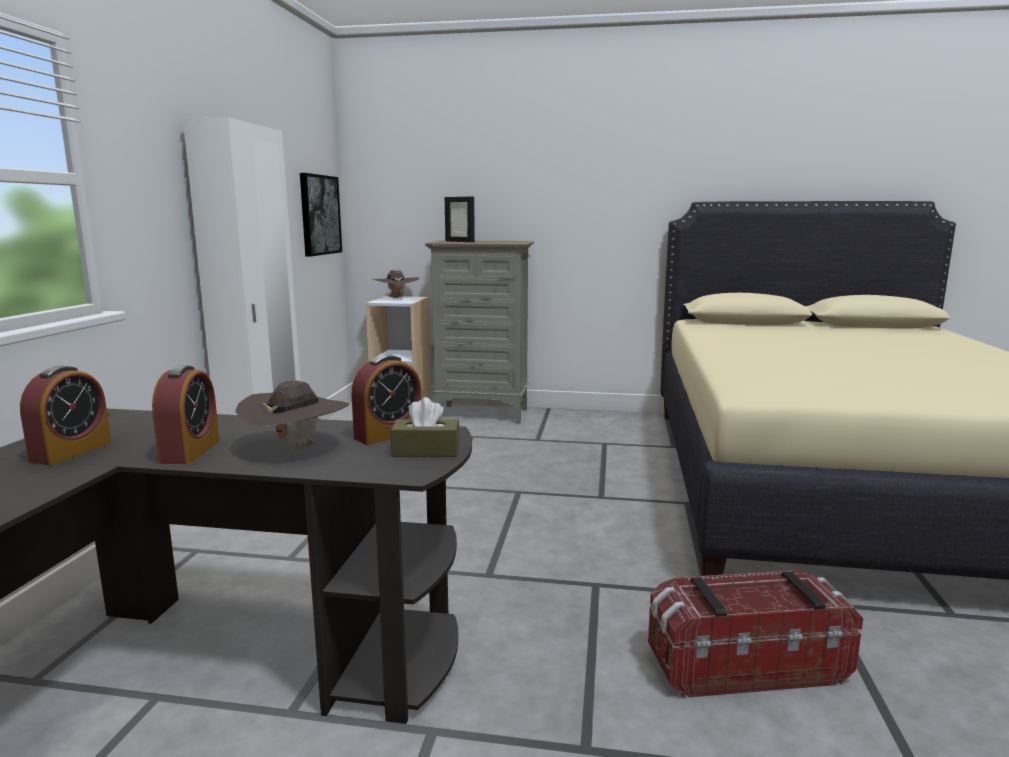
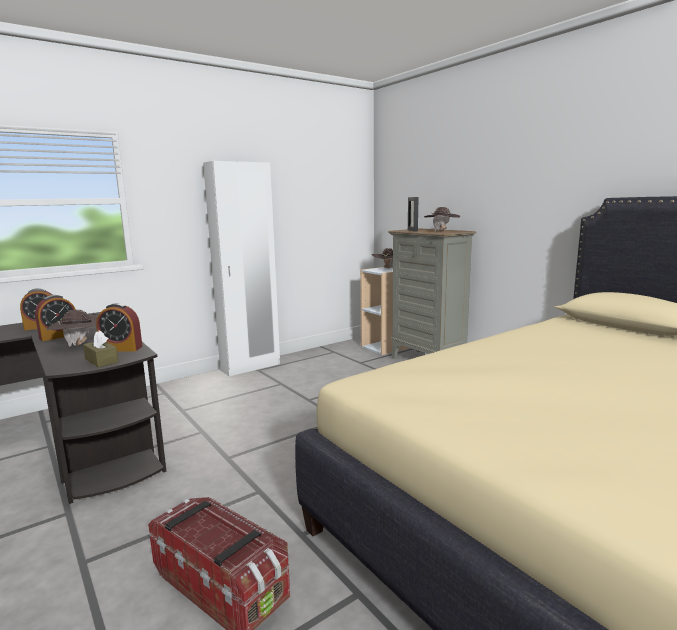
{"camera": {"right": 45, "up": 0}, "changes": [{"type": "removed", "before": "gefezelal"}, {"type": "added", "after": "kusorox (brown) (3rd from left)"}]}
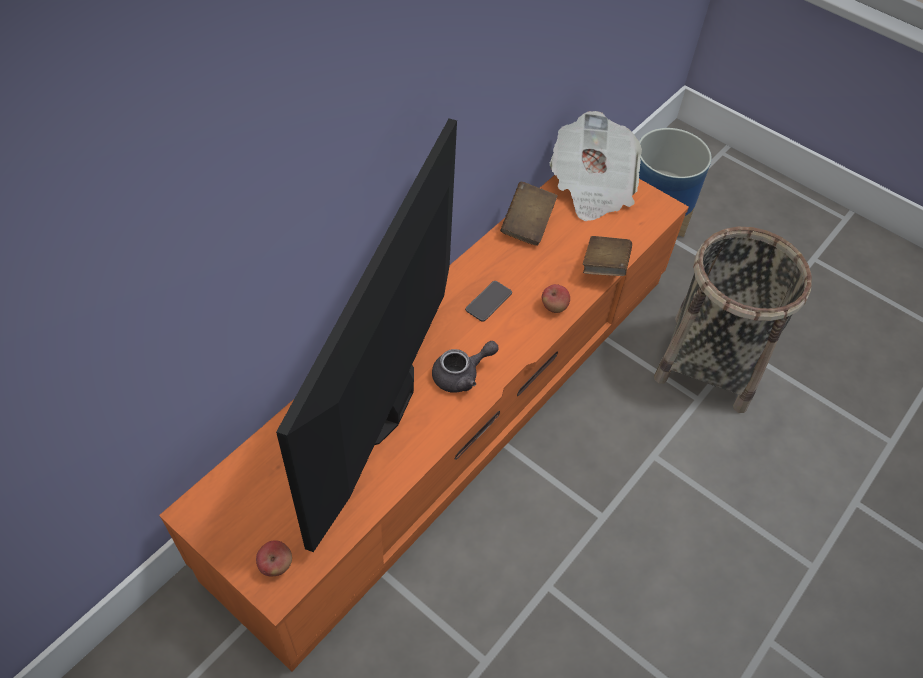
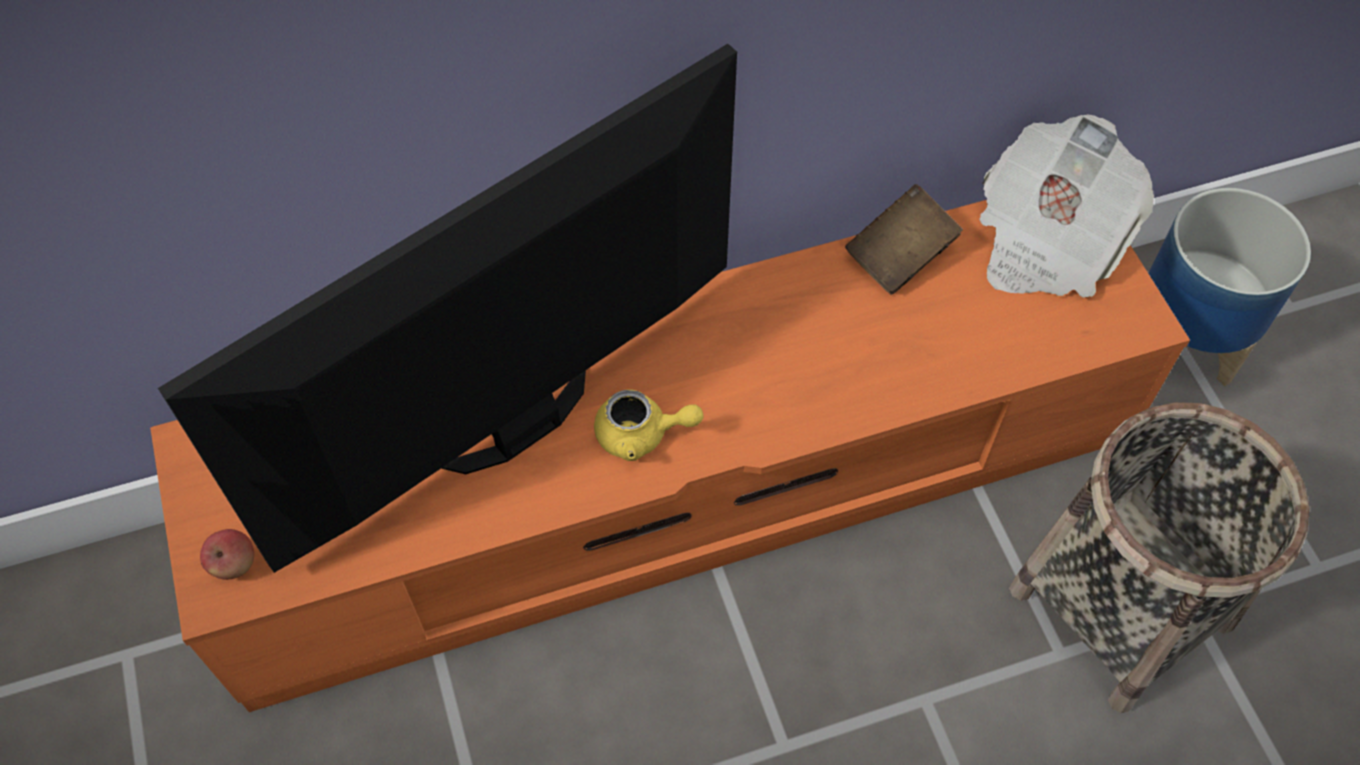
{"camera": {"right": 35, "up": 5}, "changes": [{"type": "recoloured", "before": "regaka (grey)", "after": "regaka (yellow)"}, {"type": "removed", "before": "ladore"}, {"type": "removed", "before": "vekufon (2nd from left)"}, {"type": "removed", "before": "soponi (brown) (2nd from left)"}]}
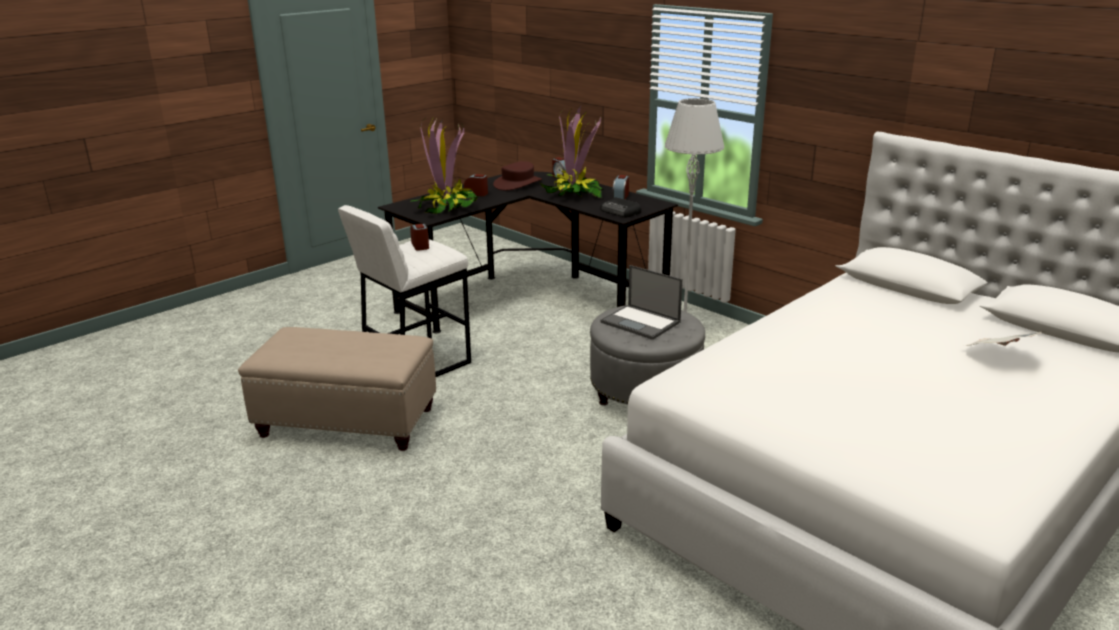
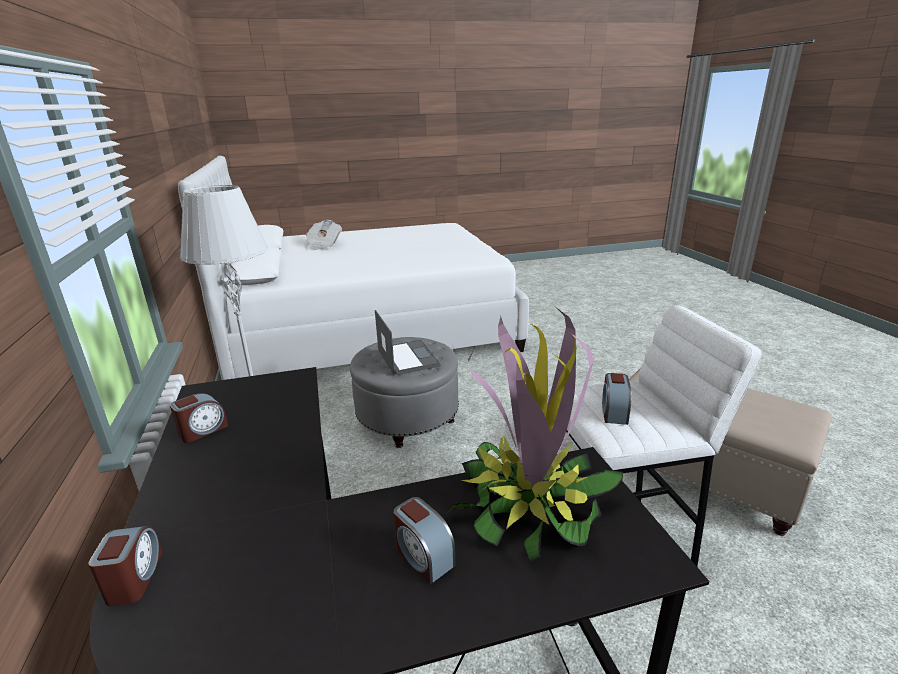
{"camera": {"right": -150, "up": 0}, "changes": [{"type": "removed", "before": "kusorox (brown)"}, {"type": "removed", "before": "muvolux (2nd from left)"}, {"type": "removed", "before": "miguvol"}]}
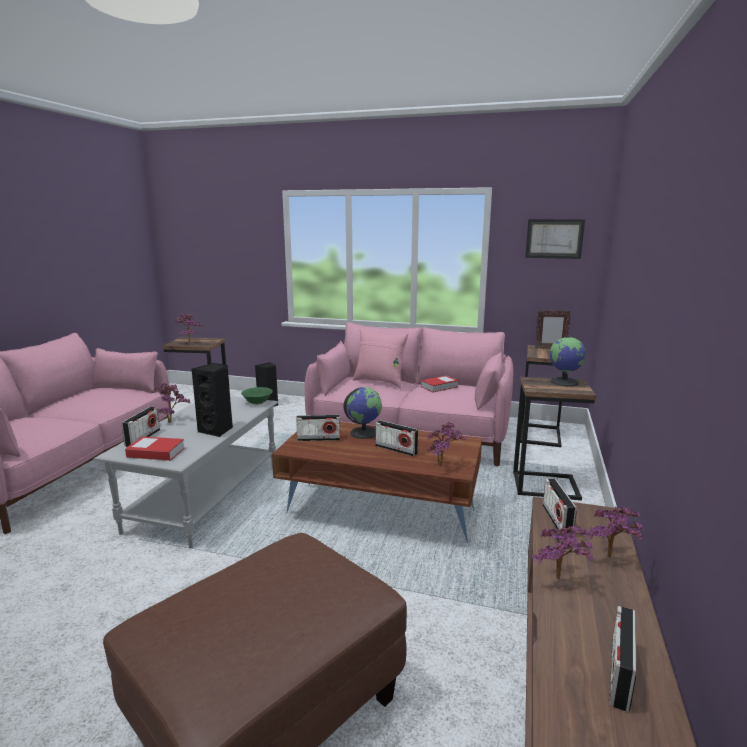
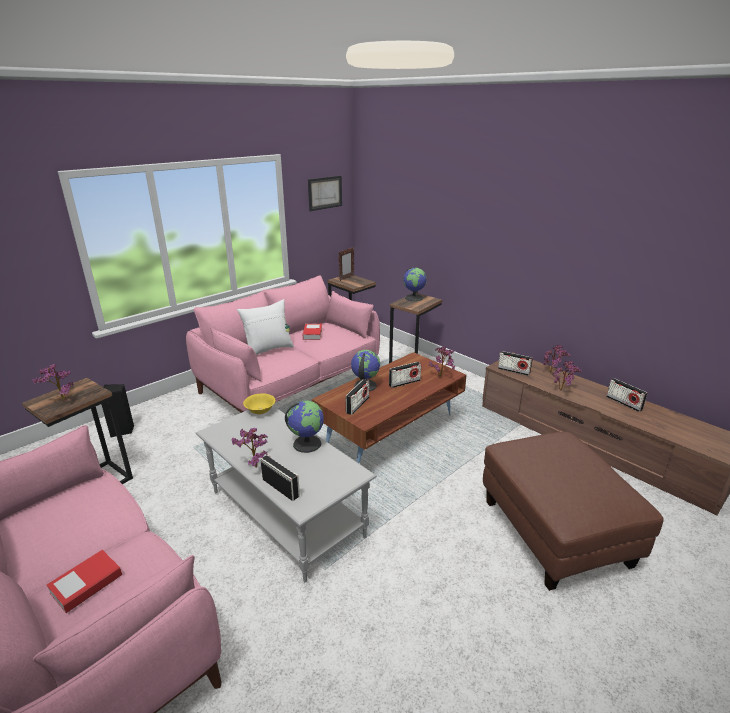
{"camera": {"right": -60, "up": 10}, "changes": [{"type": "moved", "before": "soponi (1st from left)"}, {"type": "replaced", "before": "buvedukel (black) (1st from left)", "after": "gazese (1st from left)"}, {"type": "recoloured", "before": "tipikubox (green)", "after": "tipikubox (yellow)"}, {"type": "recoloured", "before": "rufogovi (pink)", "after": "rufogovi (white)"}]}
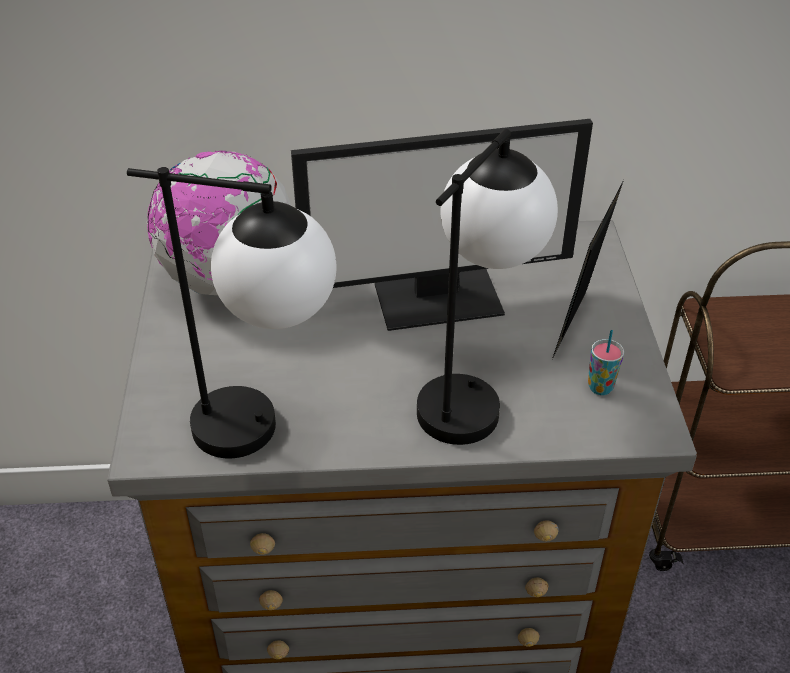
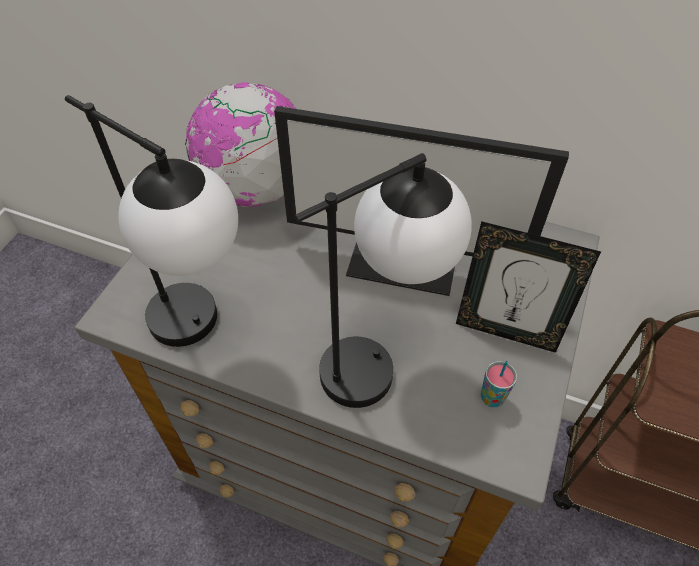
{"camera": {"right": 25, "up": 10}, "changes": [{"type": "turned", "before": "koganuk", "turn": -120}]}
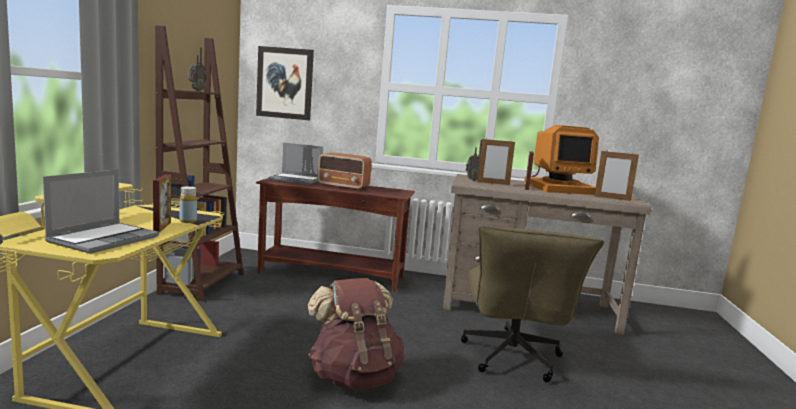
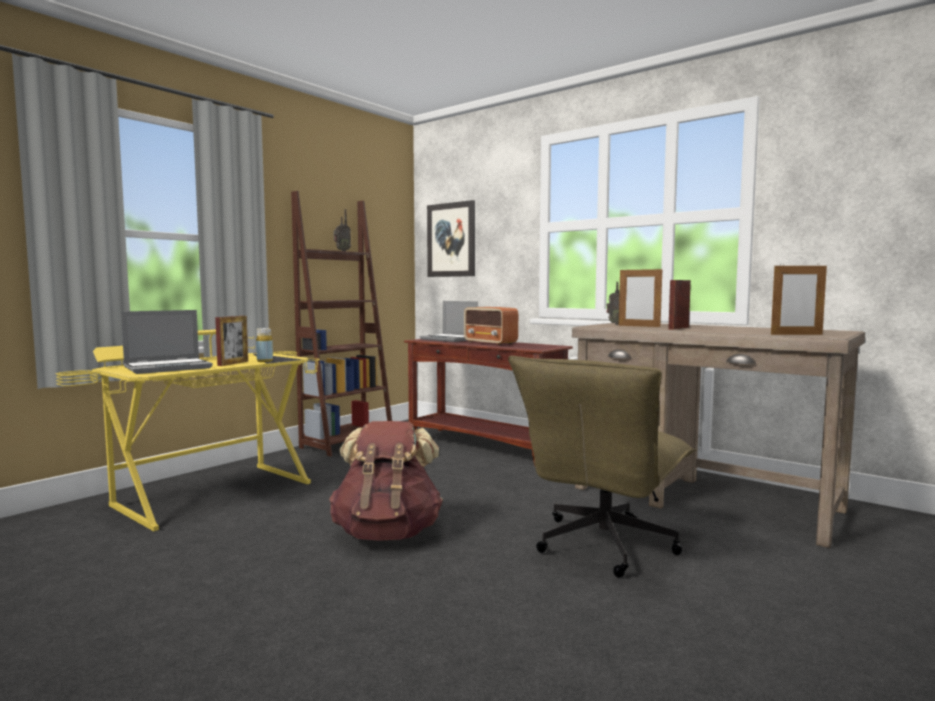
{"camera": {"right": 30, "up": -5}, "changes": [{"type": "removed", "before": "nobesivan"}, {"type": "turned", "before": "koganuk (4th from left)", "turn": -45}]}
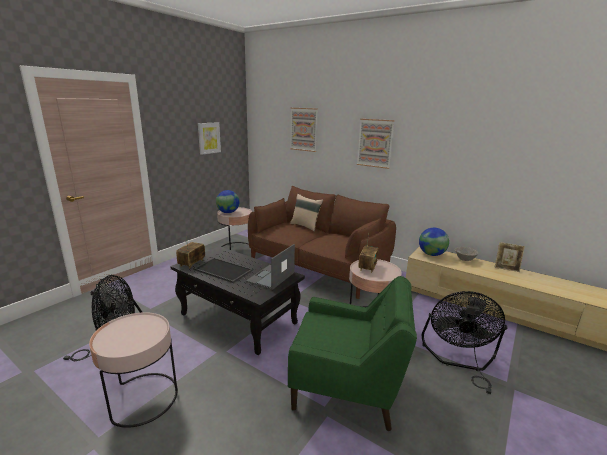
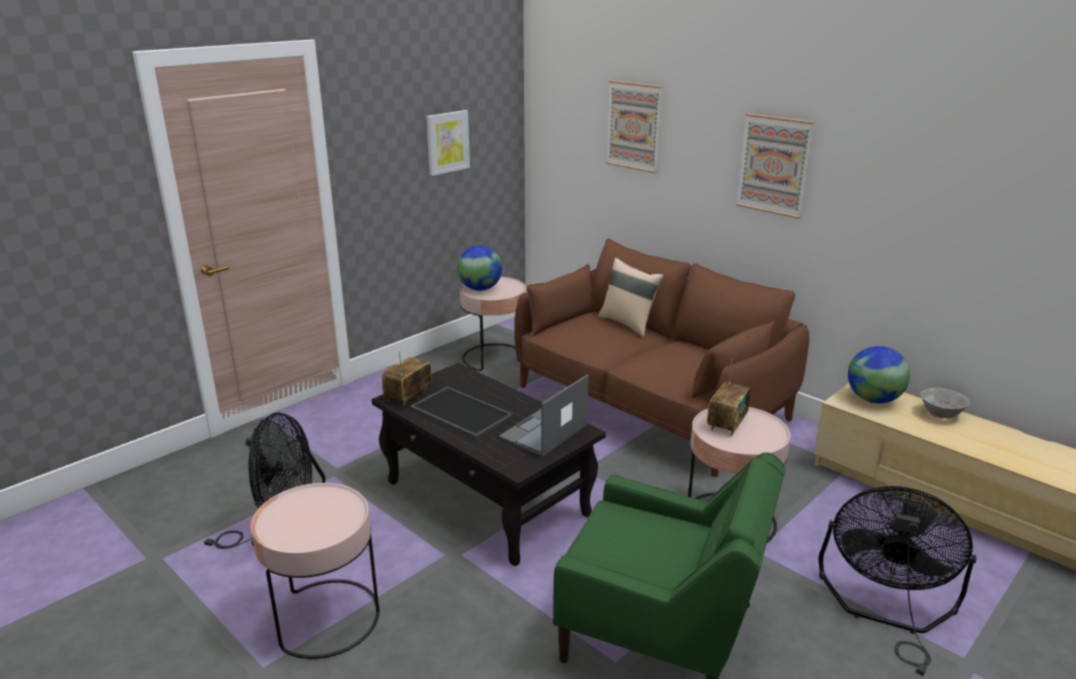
{"camera": {"right": 10, "up": 5}, "changes": [{"type": "removed", "before": "koganuk"}]}
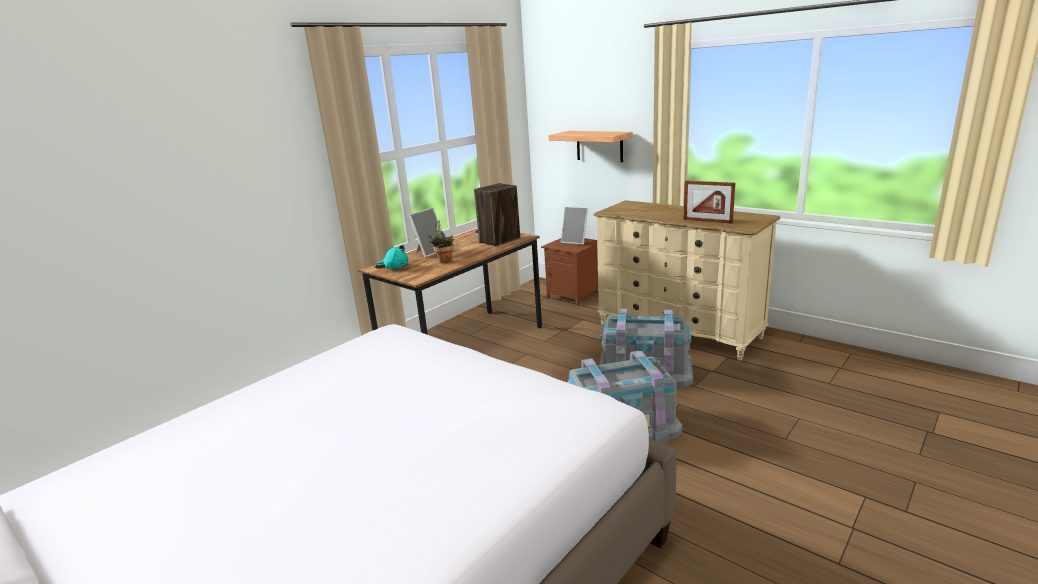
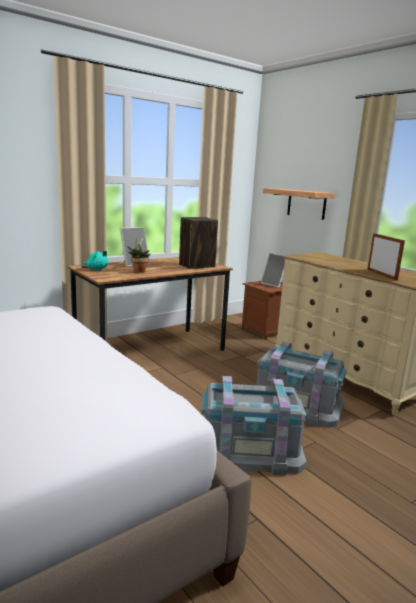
{"camera": {"right": 10, "up": -5}, "changes": [{"type": "turned", "before": "koganuk (3rd from left)", "turn": -150}]}
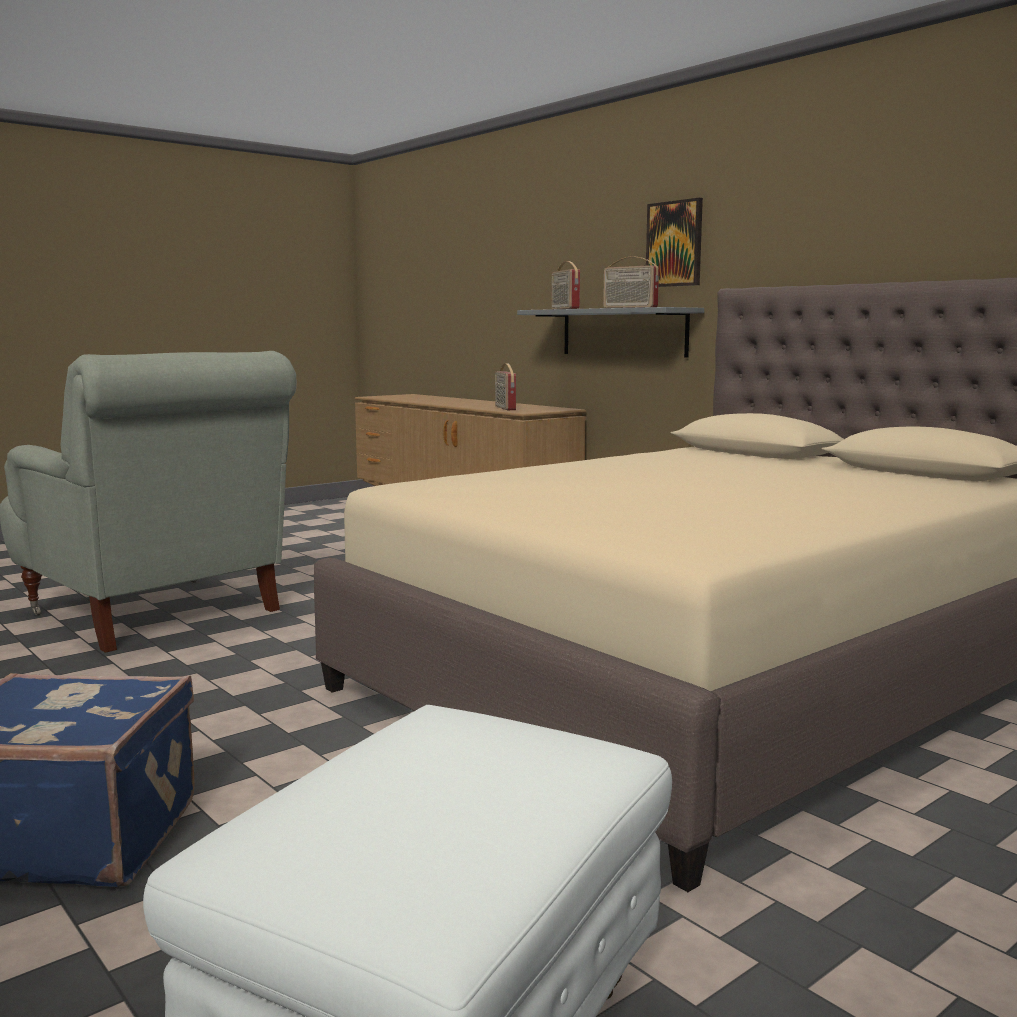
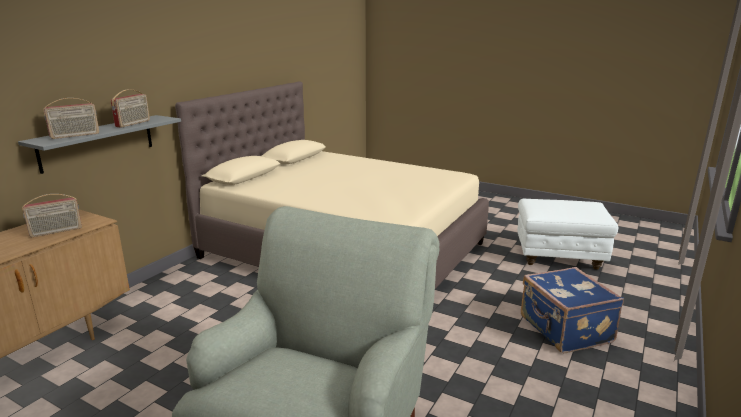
{"camera": {"right": -110, "up": 10}, "changes": [{"type": "removed", "before": "gefezelal"}]}
